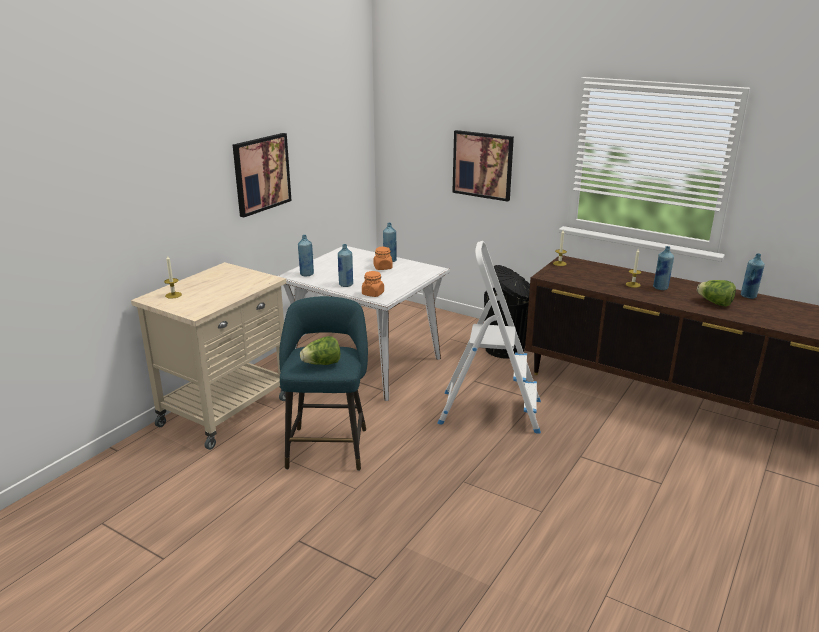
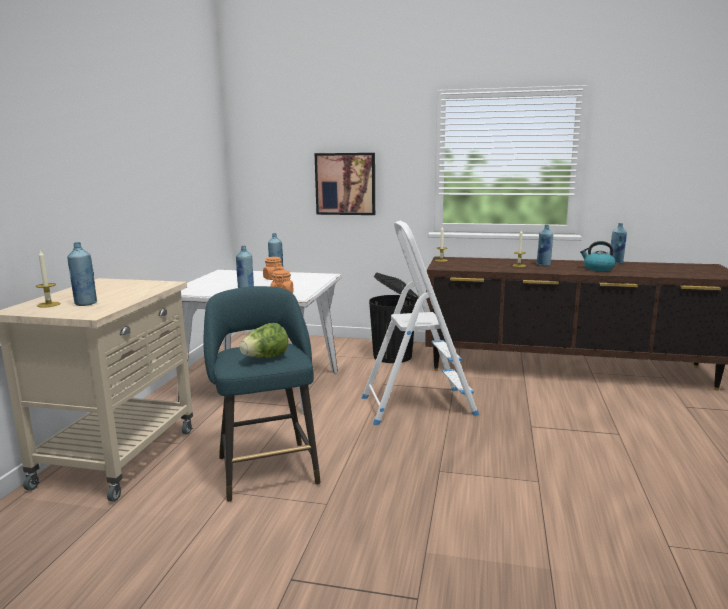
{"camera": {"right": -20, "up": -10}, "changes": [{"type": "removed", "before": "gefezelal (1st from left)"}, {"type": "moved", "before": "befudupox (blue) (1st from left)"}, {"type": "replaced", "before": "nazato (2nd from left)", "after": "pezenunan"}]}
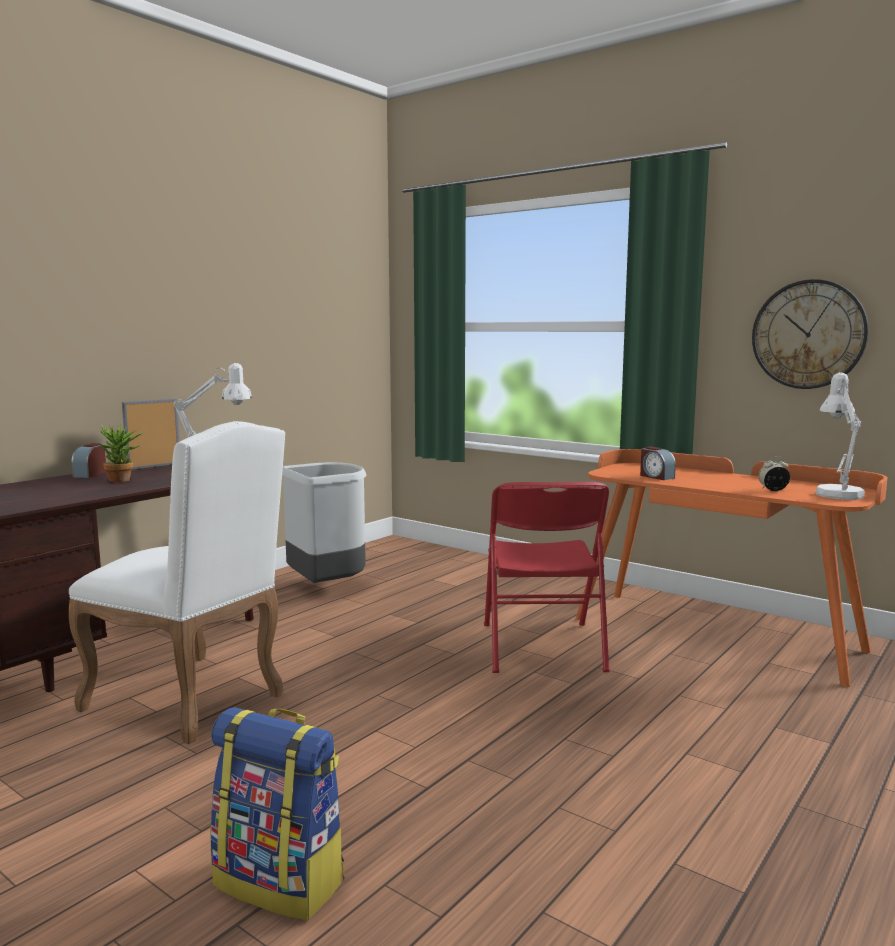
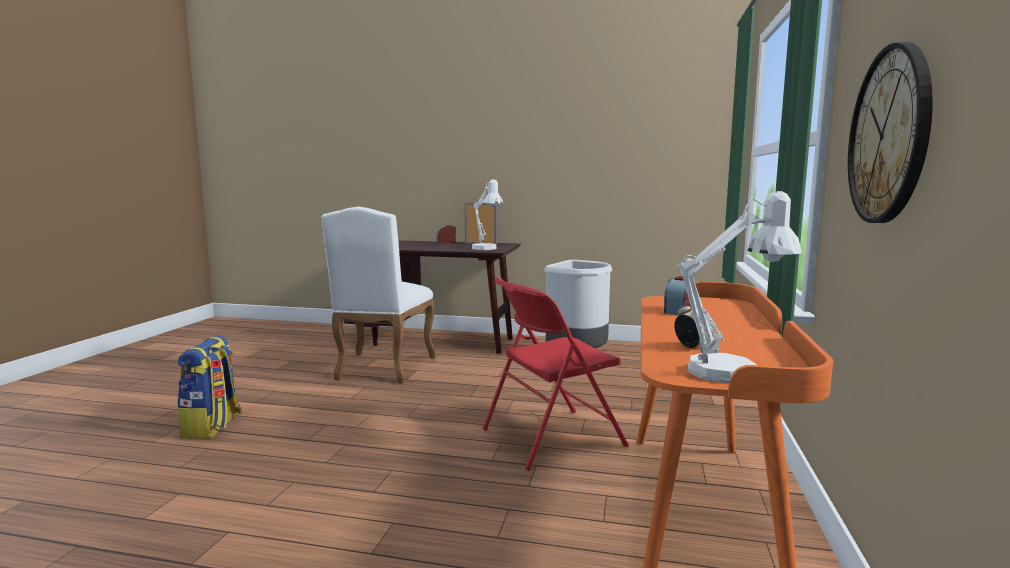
{"camera": {"right": 65, "up": 0}, "changes": [{"type": "removed", "before": "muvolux"}]}
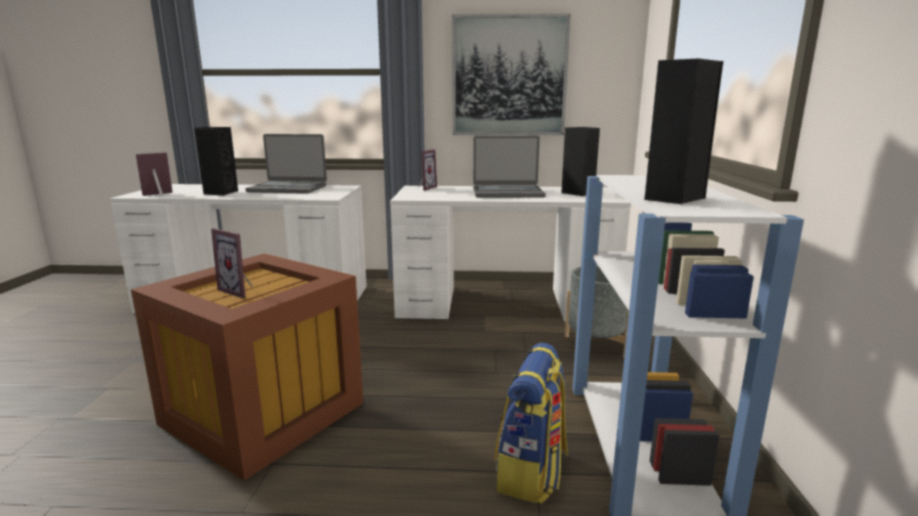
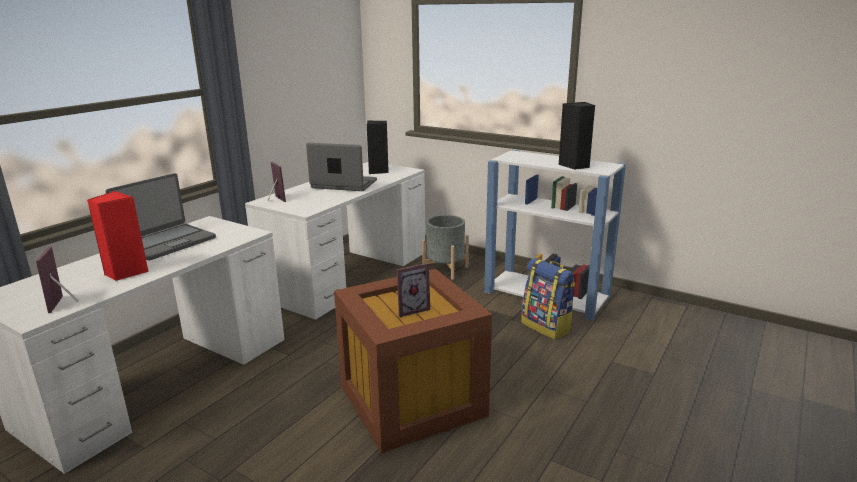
{"camera": {"right": -60, "up": 5}, "changes": [{"type": "recoloured", "before": "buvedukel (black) (1st from left)", "after": "buvedukel (red)"}, {"type": "removed", "before": "gefezelal"}, {"type": "turned", "before": "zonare (2nd from left)", "turn": -105}]}
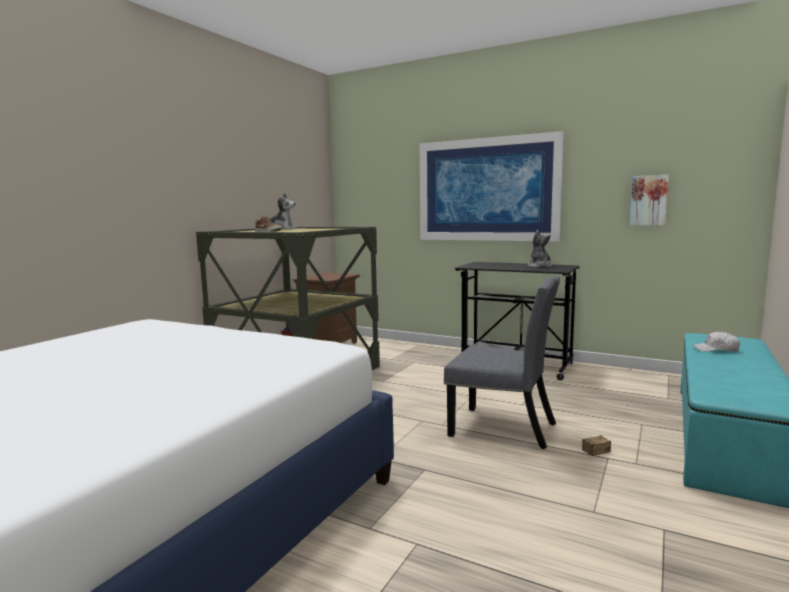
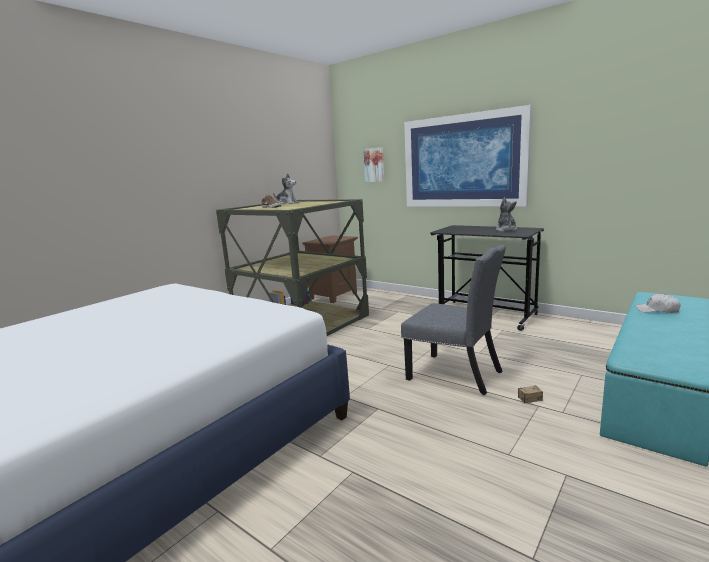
{"camera": {"right": 10, "up": 5}, "changes": [{"type": "moved", "before": "gefezelal (2nd from left in the first image)", "after": "gefezelal (1st from left)"}]}
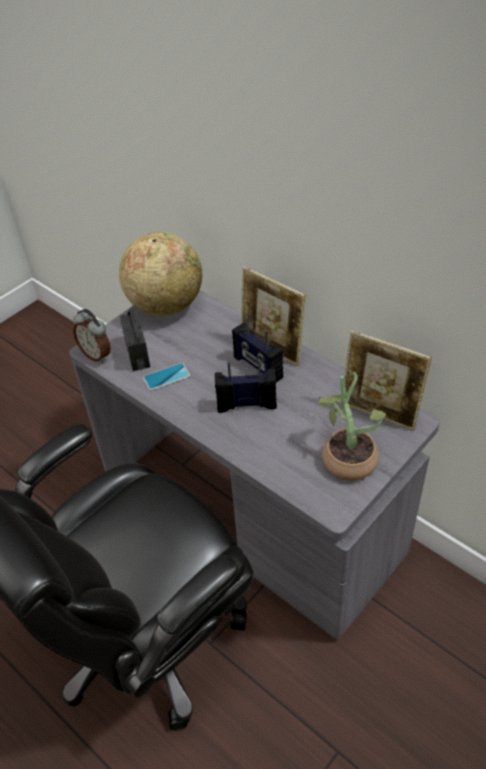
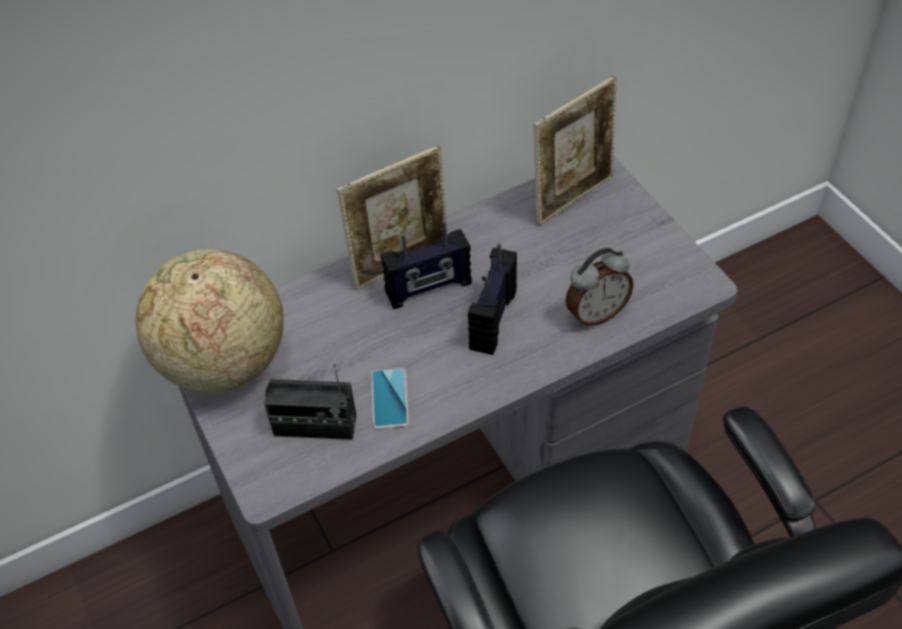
{"camera": {"right": -70, "up": 5}, "changes": [{"type": "moved", "before": "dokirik"}, {"type": "removed", "before": "muvolux"}]}
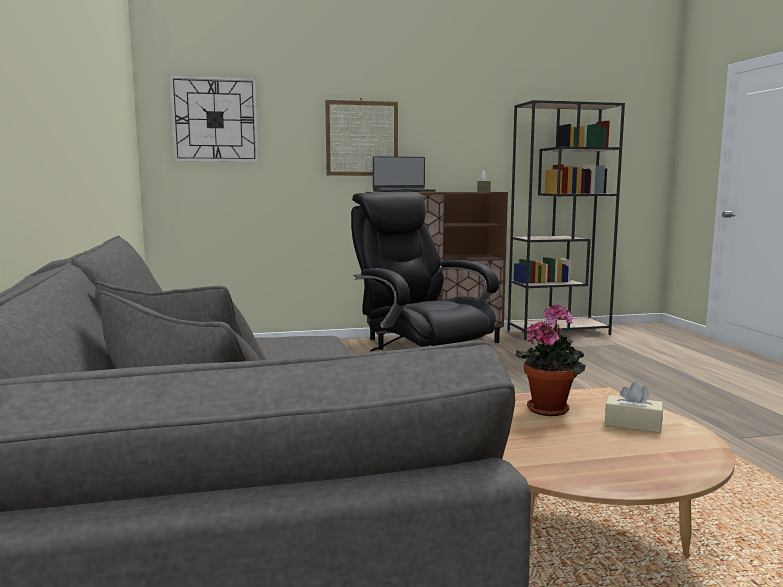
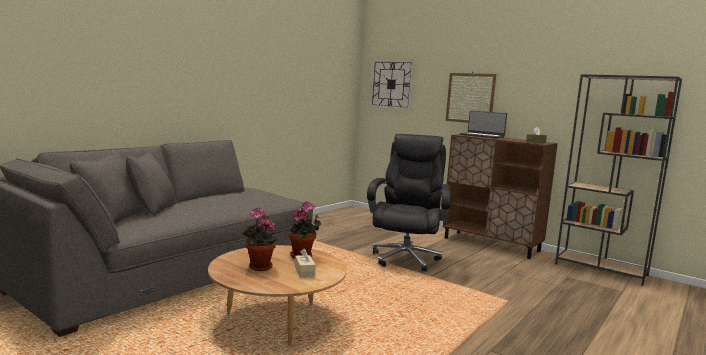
{"camera": {"right": 50, "up": 0}, "changes": [{"type": "added", "after": "muvolux (1st from left)"}]}
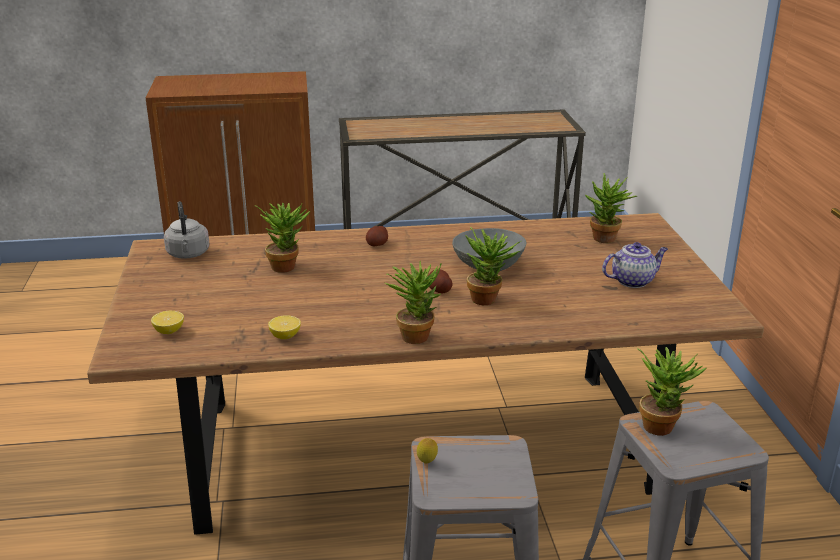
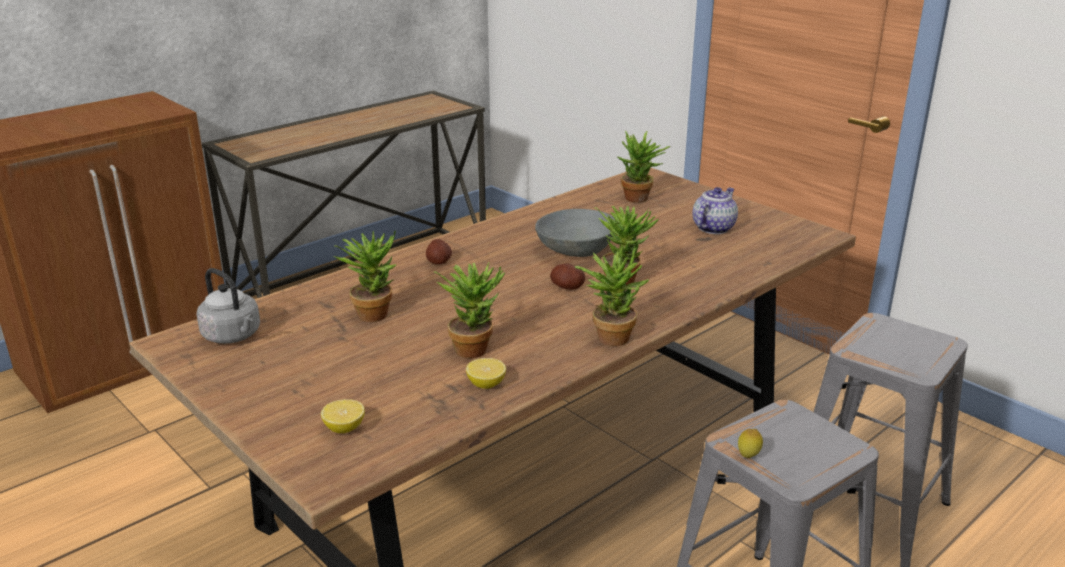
{"camera": {"right": -35, "up": 0}, "changes": [{"type": "moved", "before": "muvolux (5th from left in the first image)", "after": "muvolux (2nd from left)"}]}
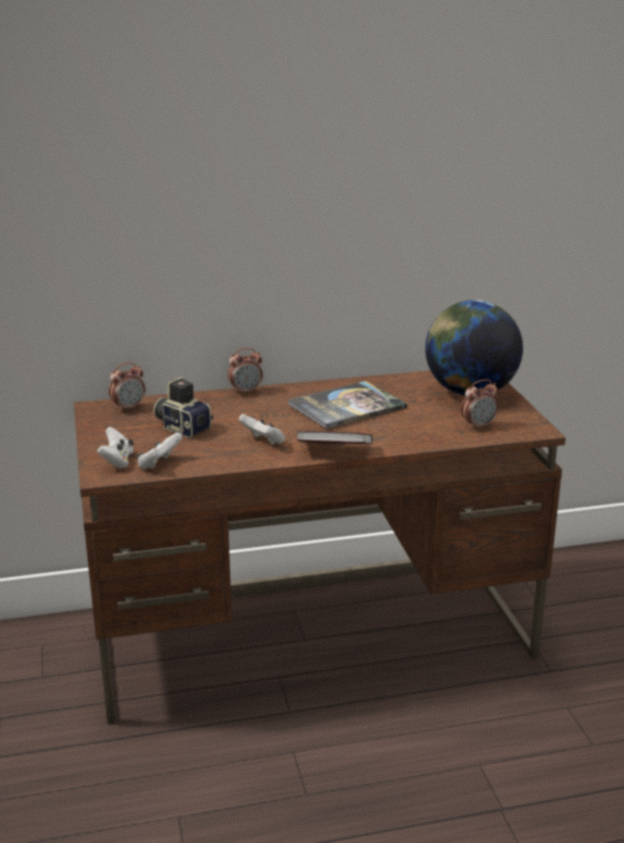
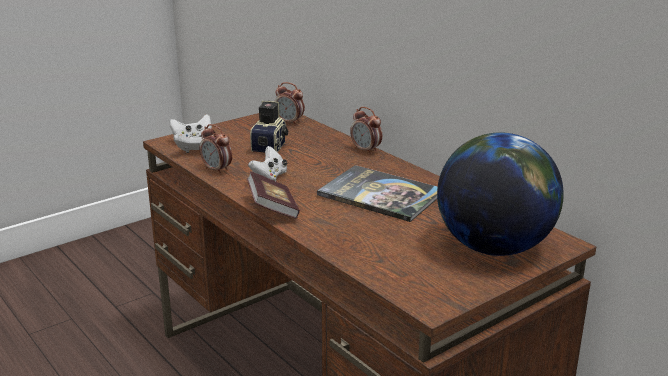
{"camera": {"right": 65, "up": 0}, "changes": [{"type": "moved", "before": "dokirik (3rd from left in the first image)", "after": "dokirik (1st from left)"}]}
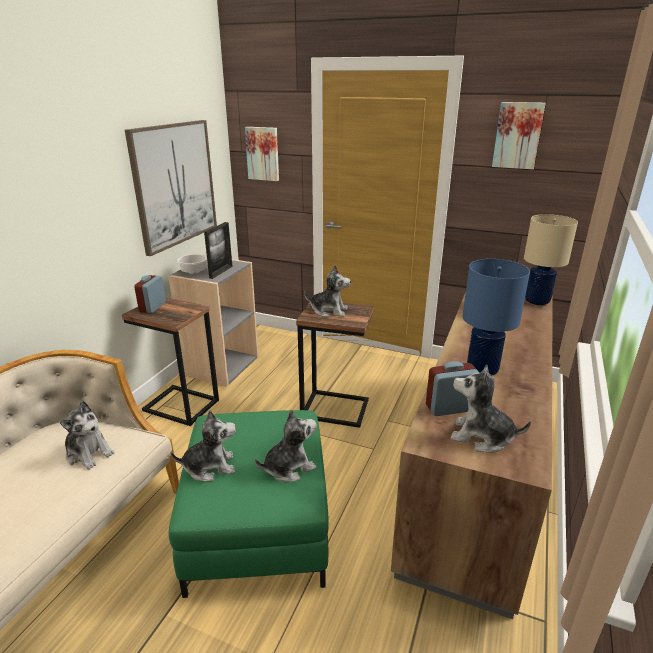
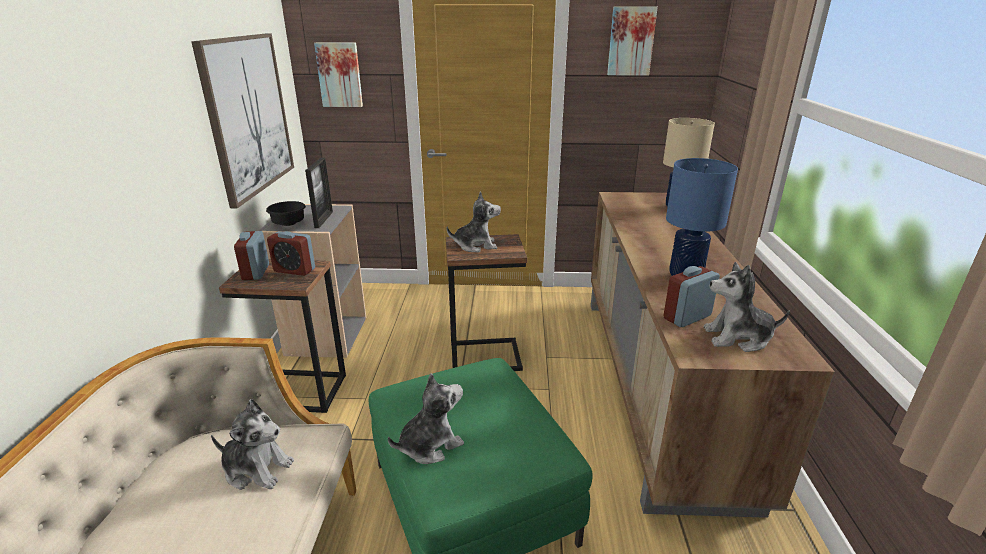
{"camera": {"right": -20, "up": 0}, "changes": [{"type": "recoloured", "before": "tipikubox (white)", "after": "tipikubox (black)"}, {"type": "removed", "before": "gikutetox (3rd from left)"}, {"type": "added", "after": "dokirik (2nd from left)"}]}
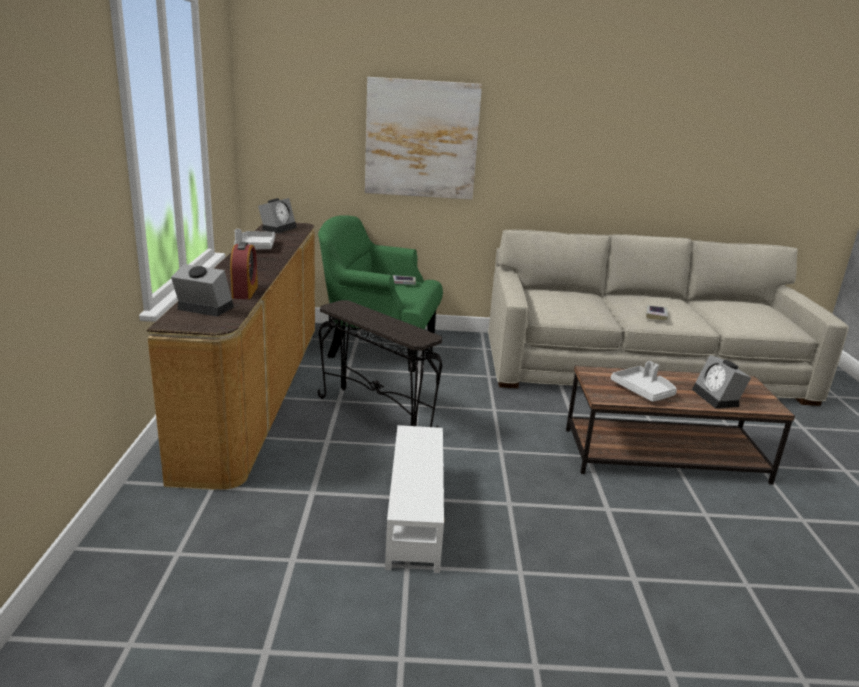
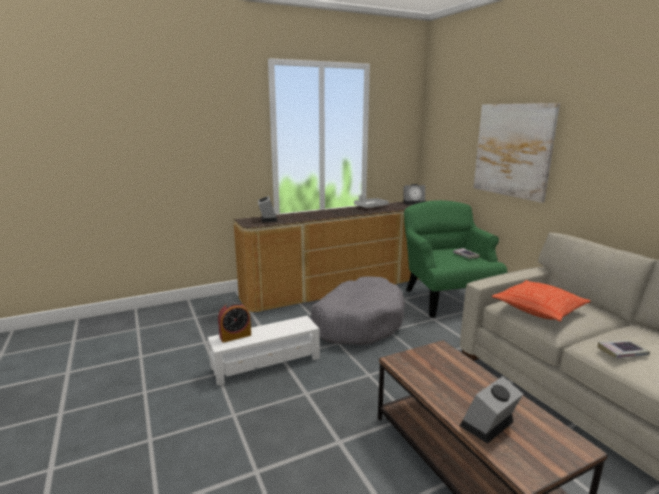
{"camera": {"right": 65, "up": -5}, "changes": [{"type": "moved", "before": "dokirik (2nd from left in the first image)", "after": "dokirik (1st from left)"}, {"type": "replaced", "before": "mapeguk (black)", "after": "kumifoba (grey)"}, {"type": "removed", "before": "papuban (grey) (2nd from left)"}, {"type": "added", "after": "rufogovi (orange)"}]}
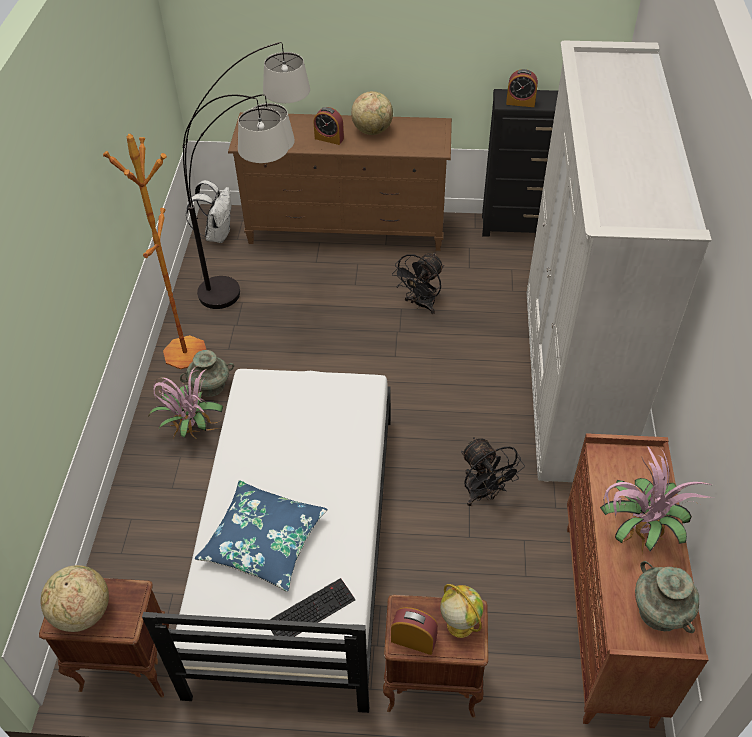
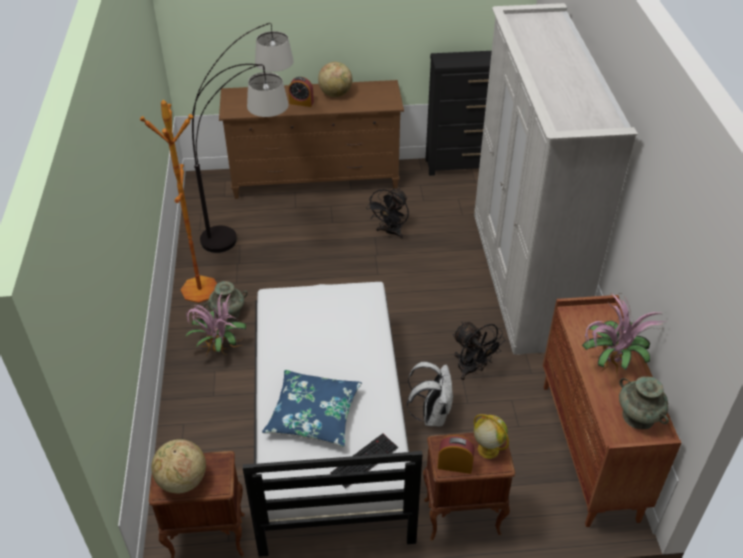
{"camera": {"right": -10, "up": -5}, "changes": [{"type": "moved", "before": "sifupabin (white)"}, {"type": "removed", "before": "dokirik (3rd from left)"}]}
